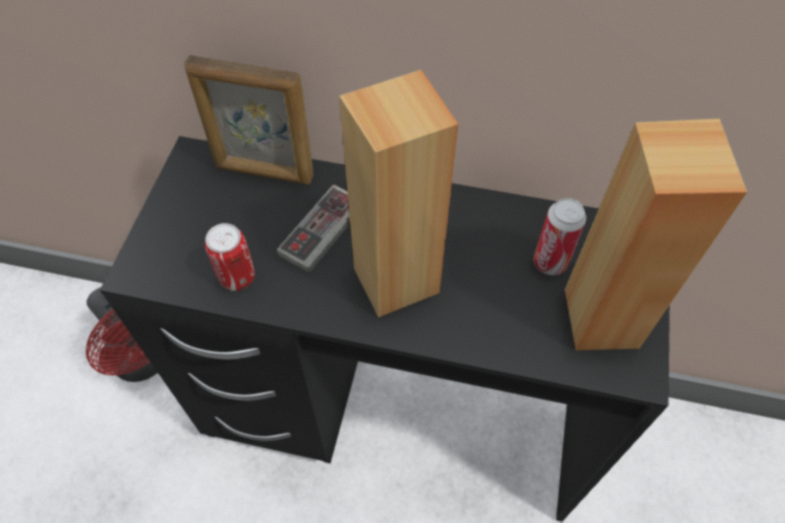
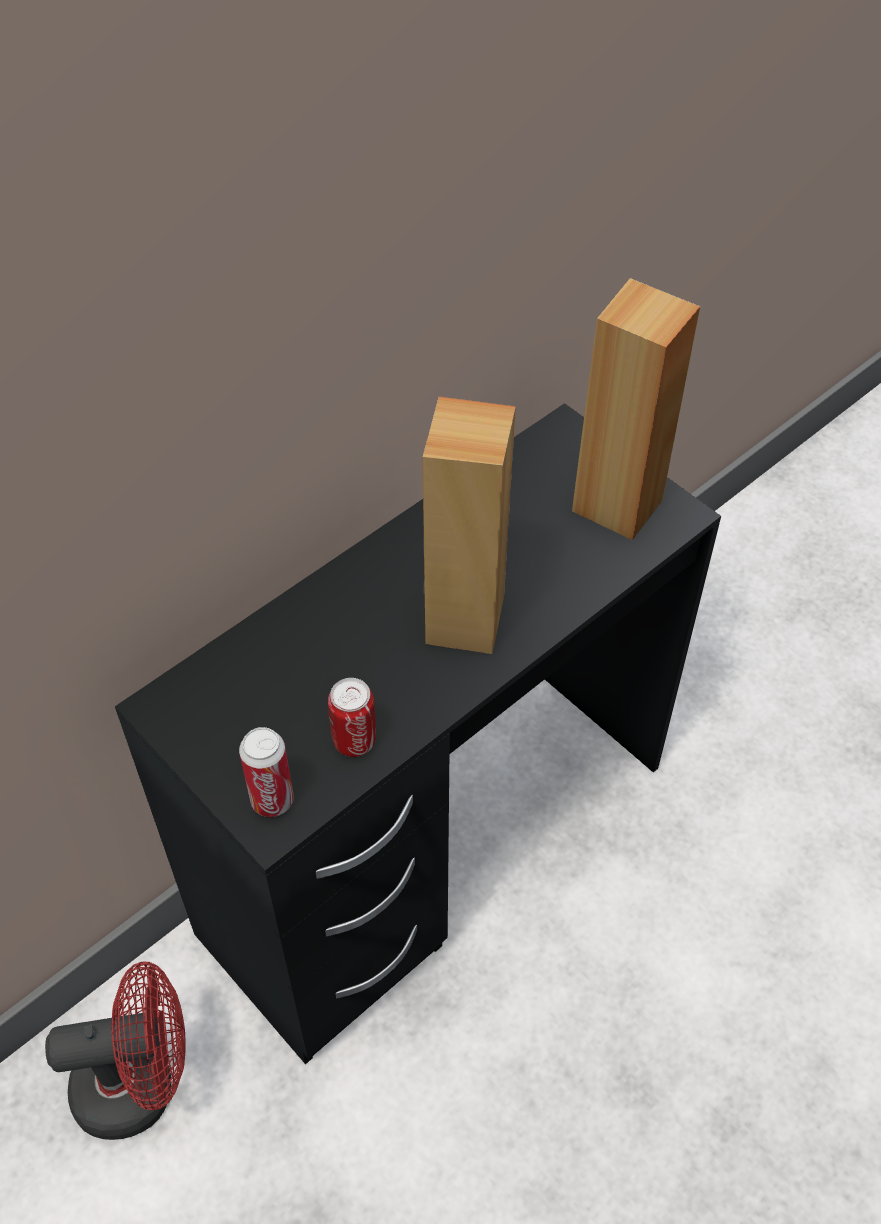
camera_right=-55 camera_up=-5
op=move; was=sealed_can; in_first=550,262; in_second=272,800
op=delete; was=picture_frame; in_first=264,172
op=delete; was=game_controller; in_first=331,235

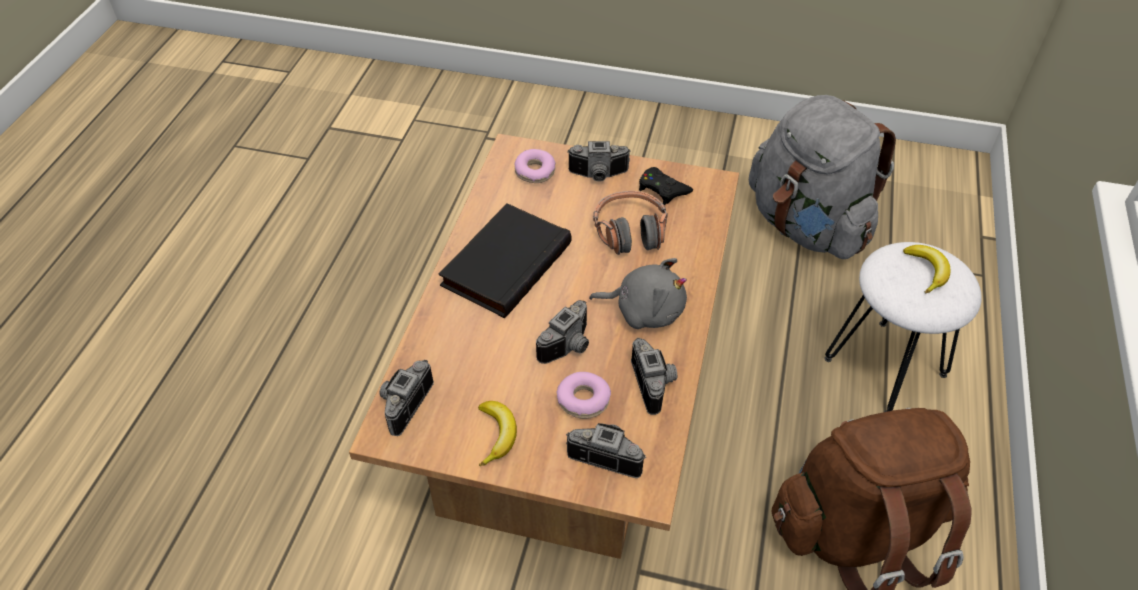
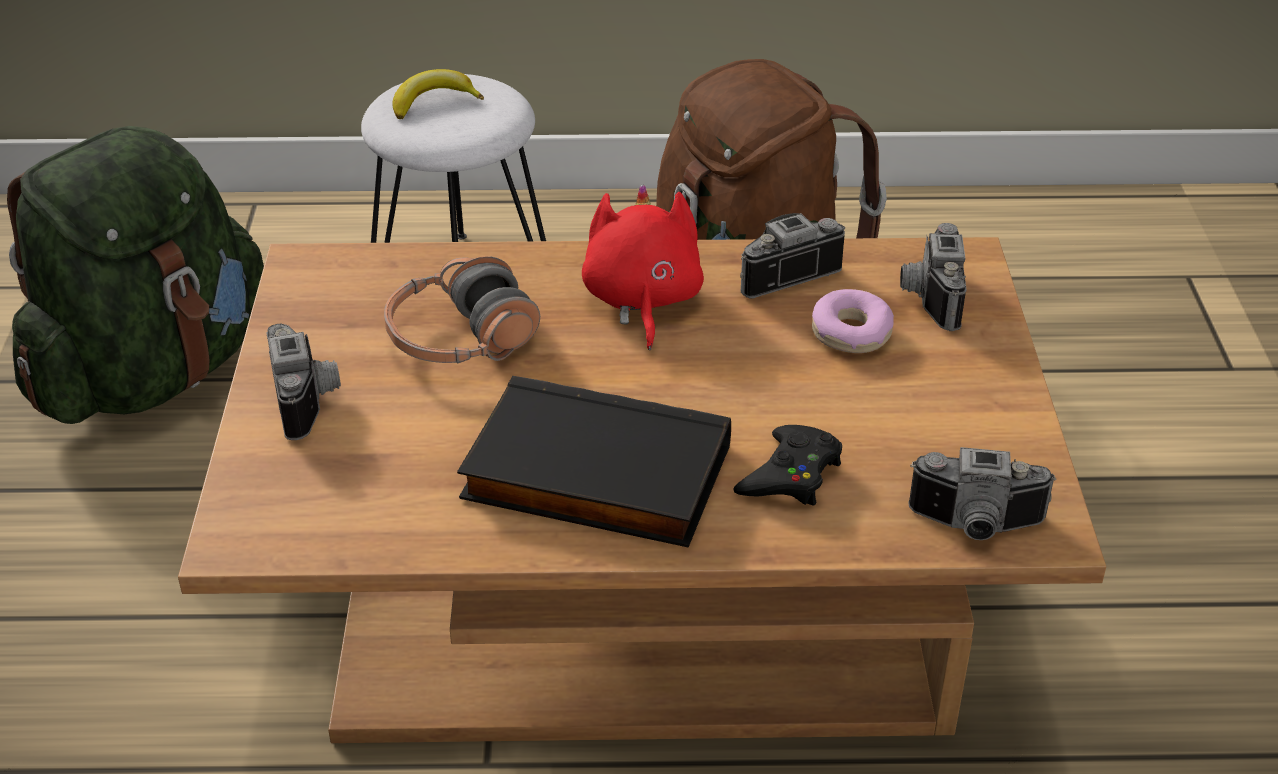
camera_right=-105 camera_up=-10
op=recolor; was=greyish_backpack; now=greenish_backpack; in_first=807,225; in_second=154,373
op=recolor; was=greyish_plush_toy; now=reddish_plush_toy; in_first=644,310; in_second=642,300
op=move; was=black_game_controller; in_first=662,189; in_second=791,475
op=delete; was=whole_banana; in_first=497,434
op=delete; was=doughnut; in_first=535,172
op=delete; was=still_camera; in_first=570,347

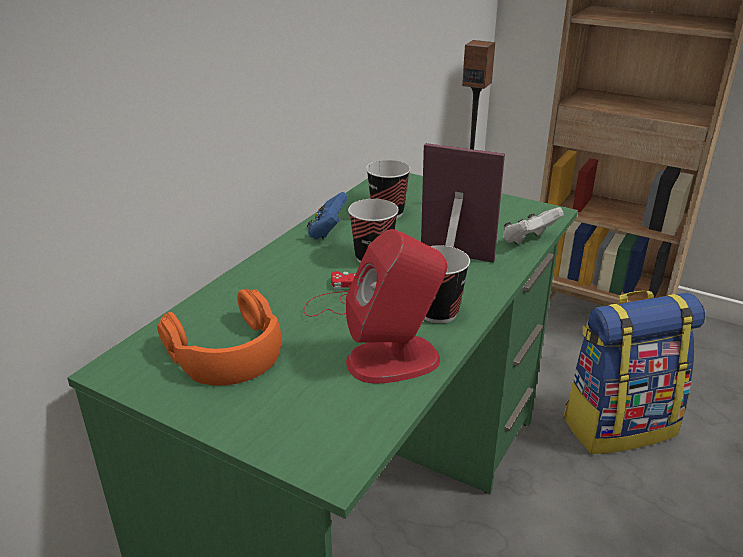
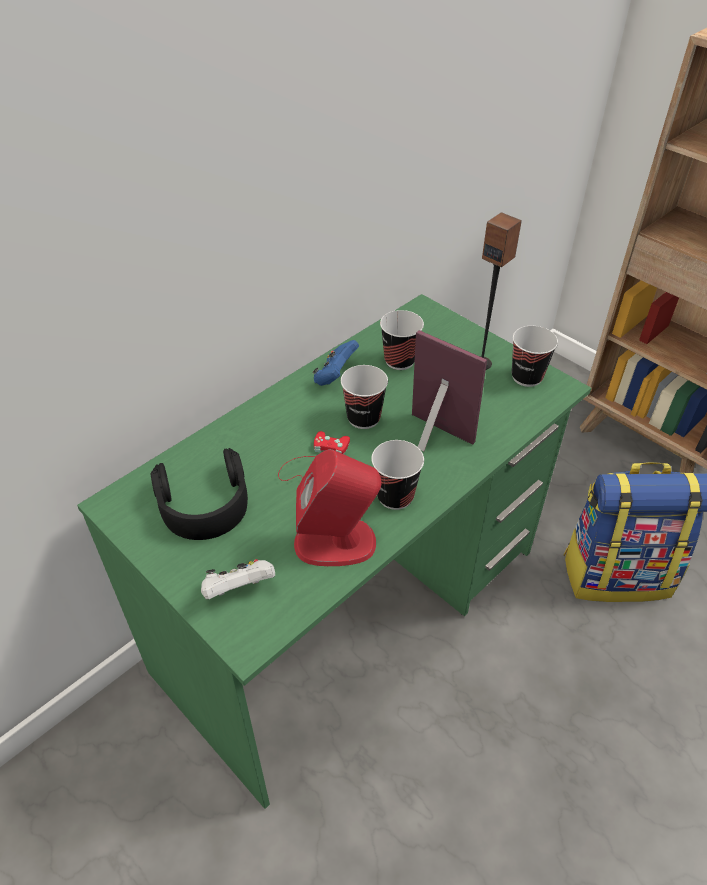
camera_right=15 camera_up=15
op=recolor; was=orangey_headset; now=black_headset; in_first=227,351; in_second=204,504
op=move; was=white-coloured_game_controller; in_first=528,240; in_second=239,589
op=insert; now=drinking_cup; in_second=527,377

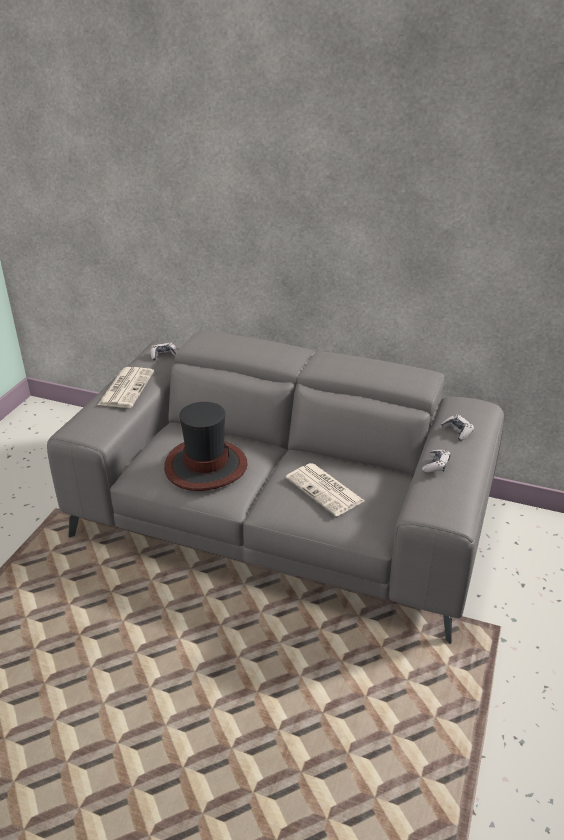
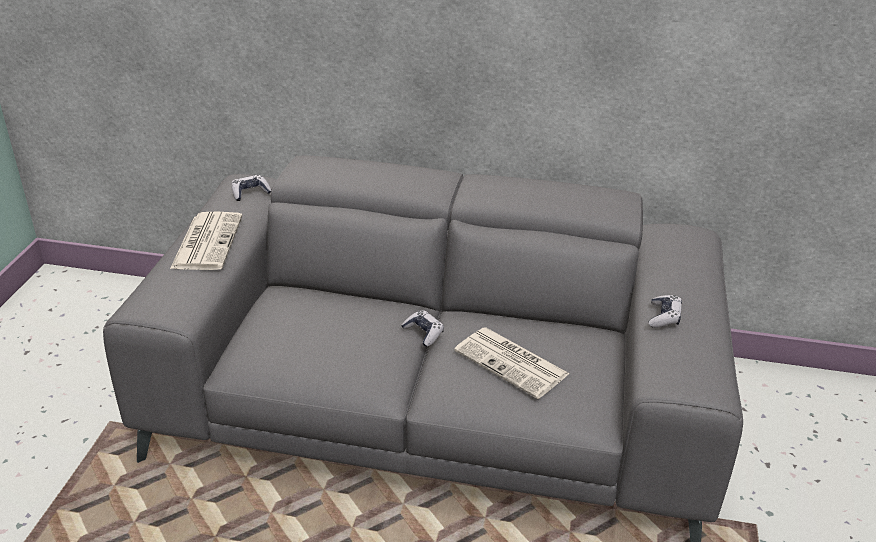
camera_right=-10 camera_up=0
op=move; was=game_controller; in_first=457,431; in_second=423,333
op=delete; was=wearable_hat; in_first=205,466

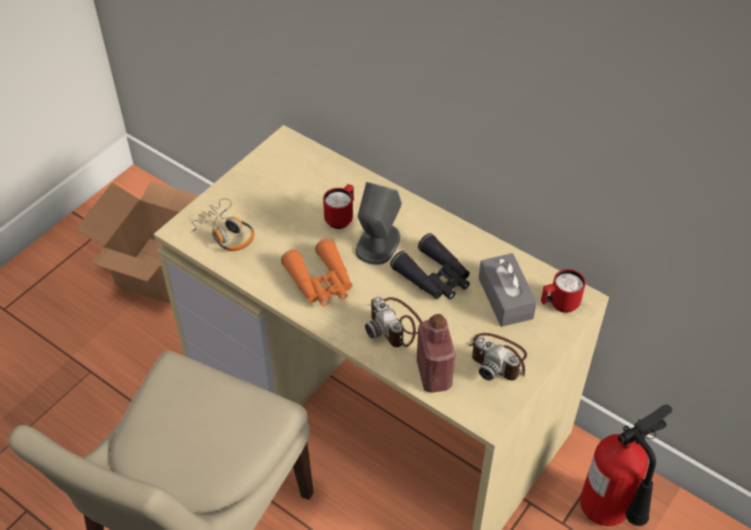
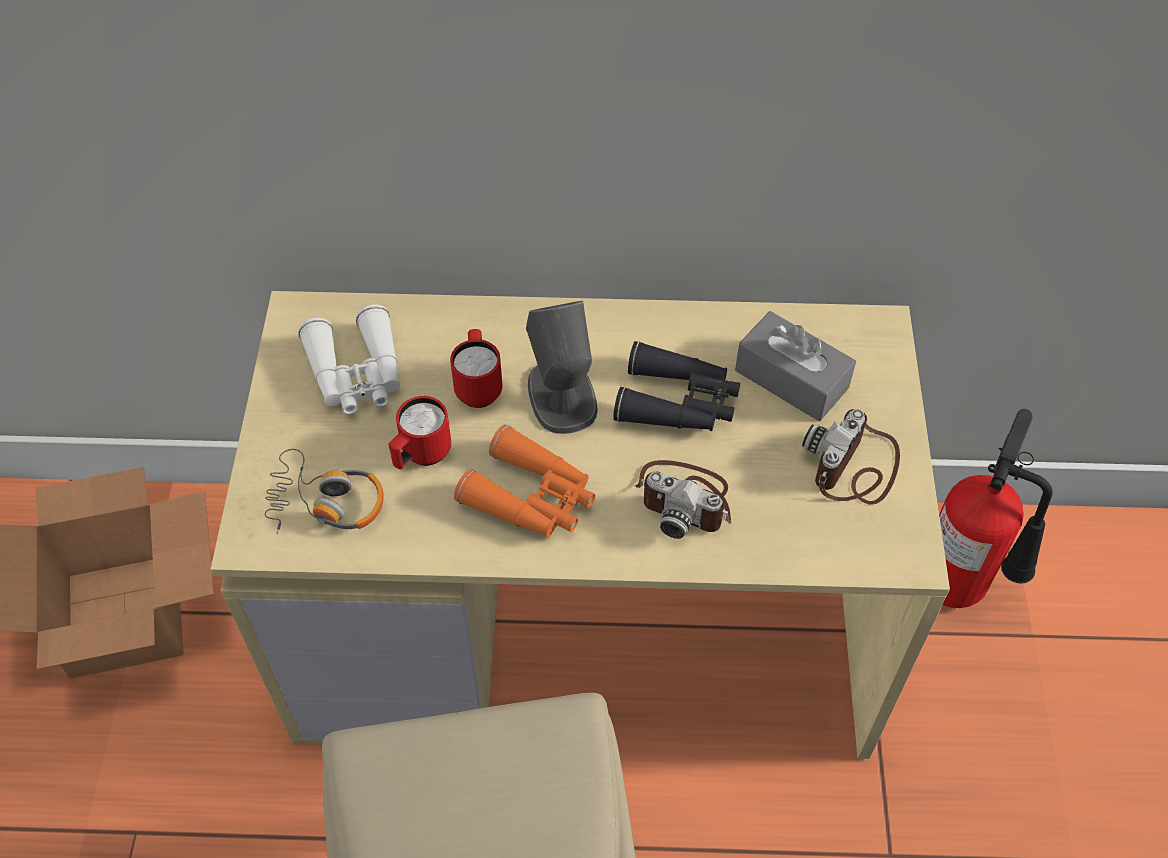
camera_right=-35 camera_up=5
op=insert; now=white-coloured_pair_of_binoculars; in_second=357,374
op=move; was=reddish_tea_mug; in_first=559,304; in_second=421,455
op=rotate; was=still_camera; in_first=498,359; in_second=854,467; clockwise=120
op=delete; was=reddish_beverage_bottle; in_first=433,375

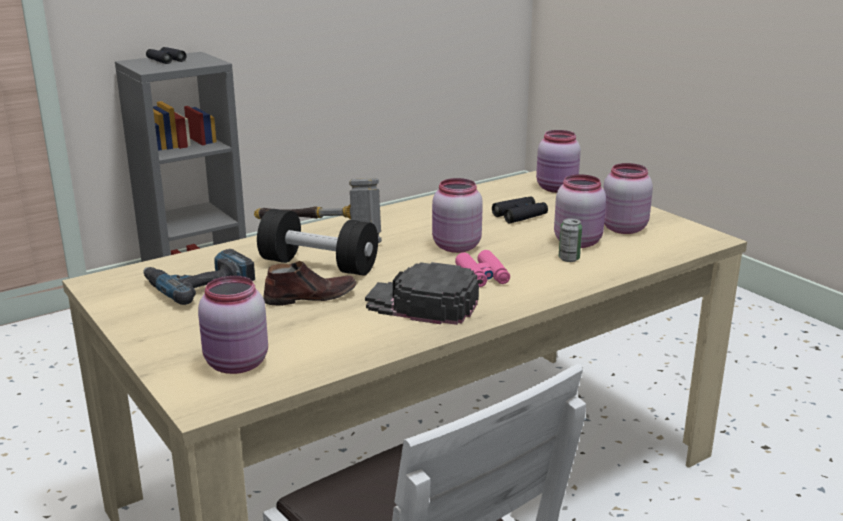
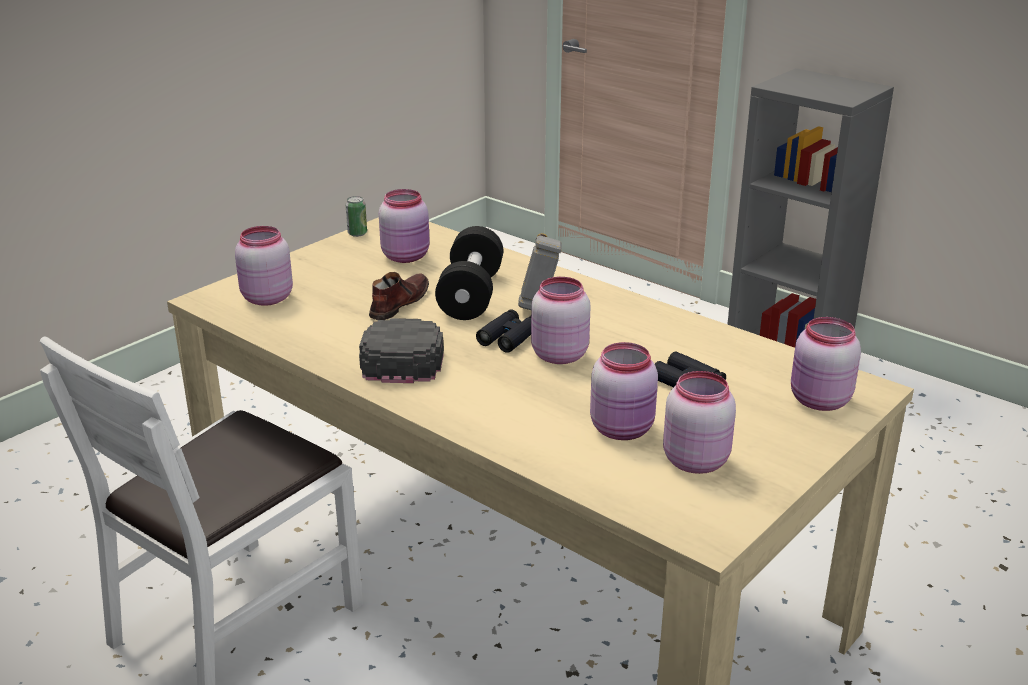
camera_right=75 camera_up=5
op=move; was=sealed_can; in_first=569,259; in_second=357,233
op=rotate; was=brown_item_of_footwear; in_first=310,297; in_second=398,303; clockwise=-120
op=replace; was=power_drill; now=pinkish_storage_jar; in_first=199,284; in_second=407,256
op=move; was=black_pair_of_binoculars; in_first=166,60; in_second=509,337
op=delete; was=pinkish_pair_of_binoculars; in_first=482,276

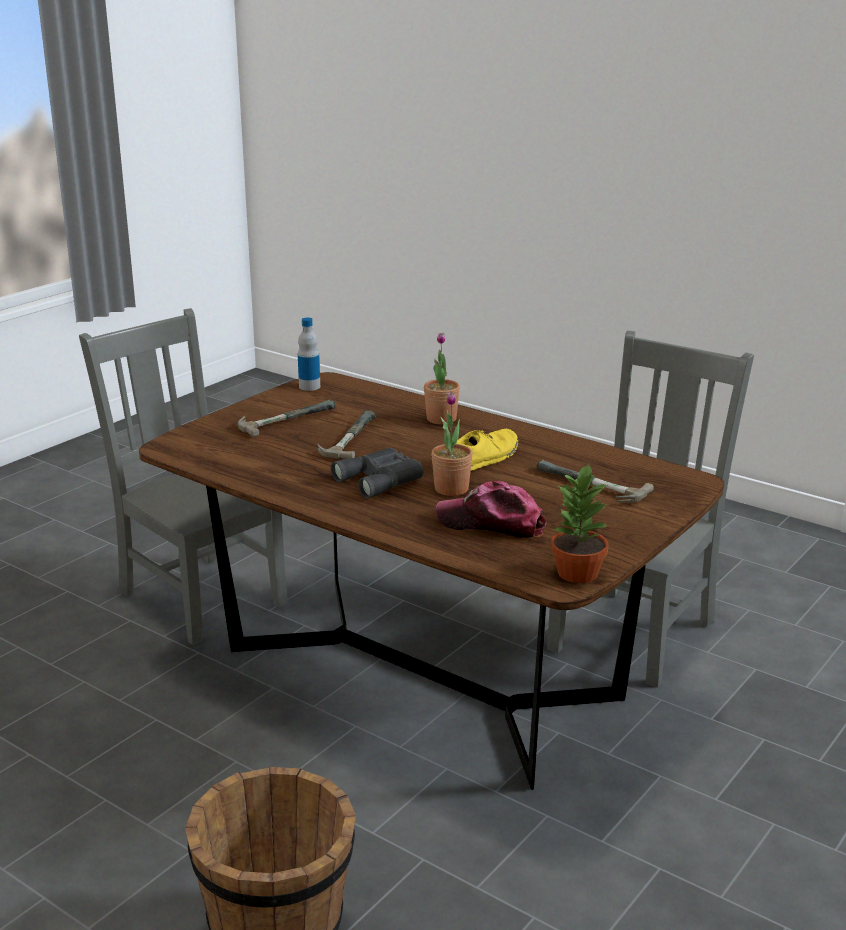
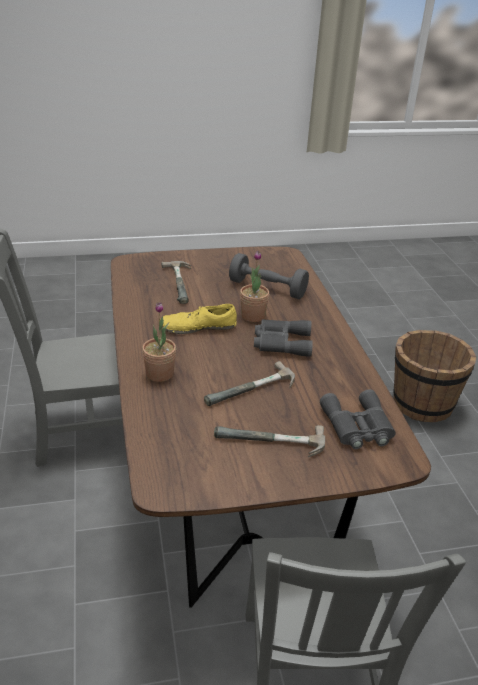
camera_right=-140 camera_up=10
op=replace; was=baseball_cap; now=greyish_free_weight; in_first=491,523; in_second=267,288
op=insert; now=greyish_pair_of_binoculars; in_second=357,427
op=delete; was=beverage_bottle; in_first=309,387
op=delete; was=plant_in_a_pot; in_first=576,573

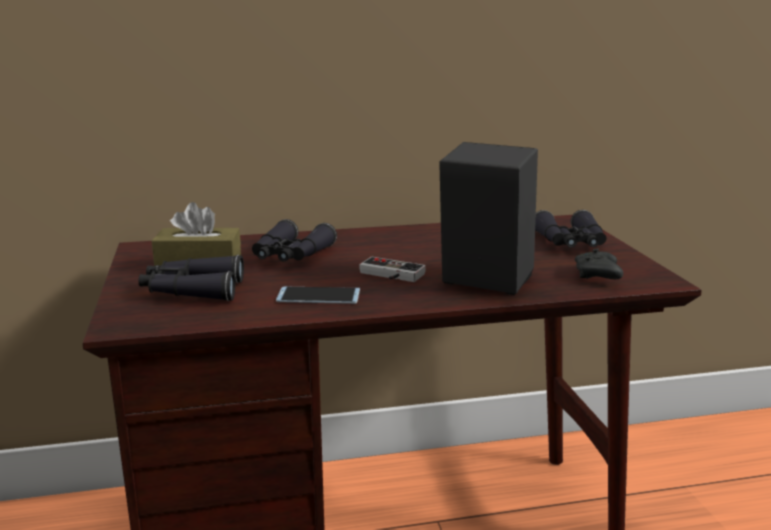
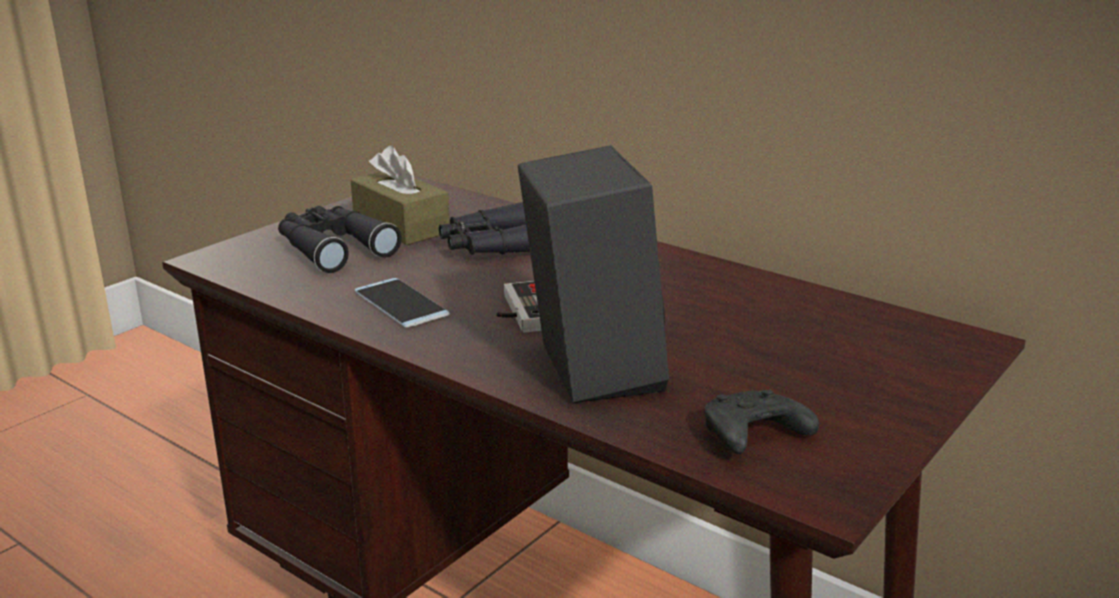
camera_right=50 camera_up=5
op=delete; was=black_pair_of_binoculars; in_first=570,243

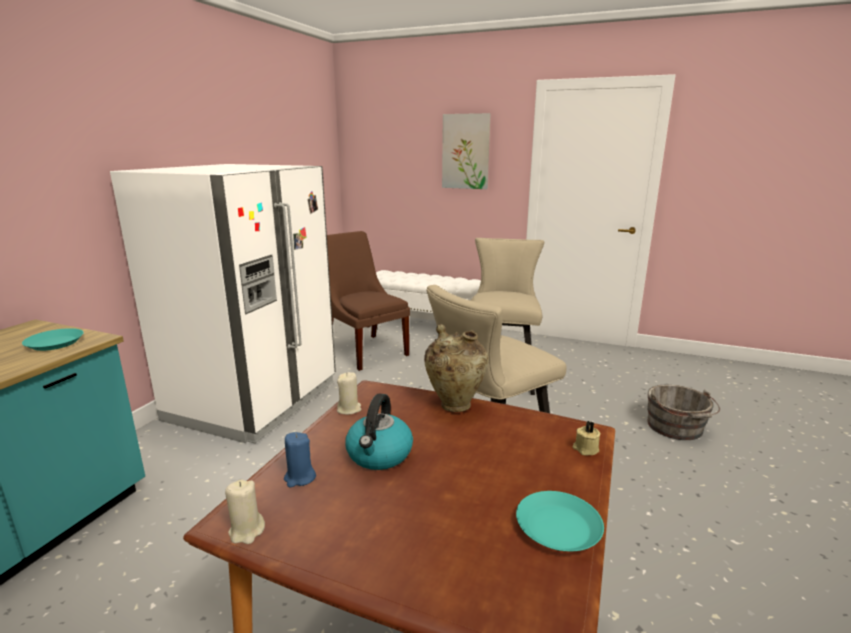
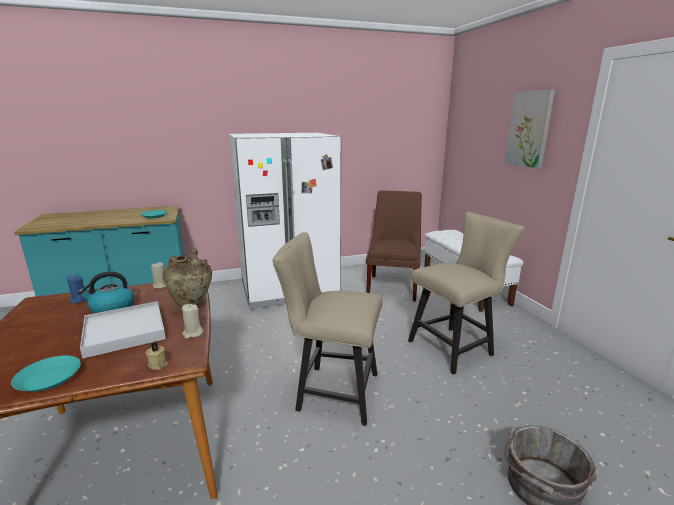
camera_right=50 camera_up=0
op=insert; now=white-coloured_carrying_tray; in_second=125,331
op=move; was=sand-coloured_candle; in_first=247,531; in_second=193,333

